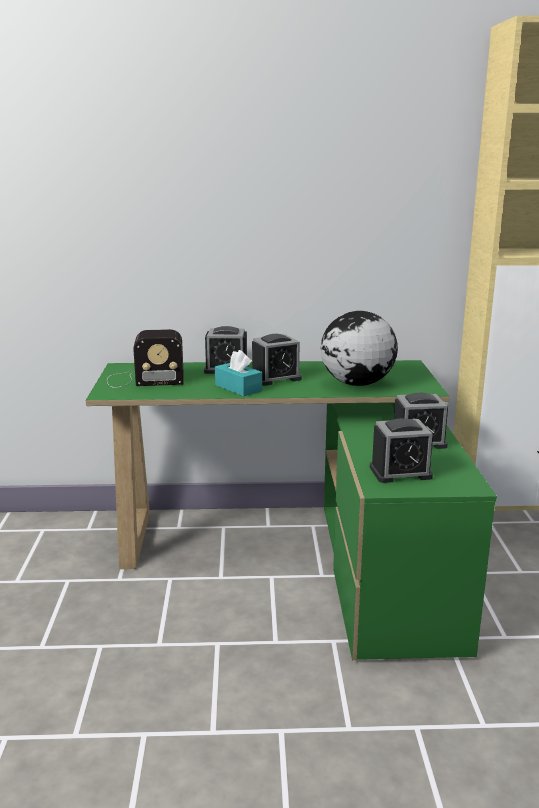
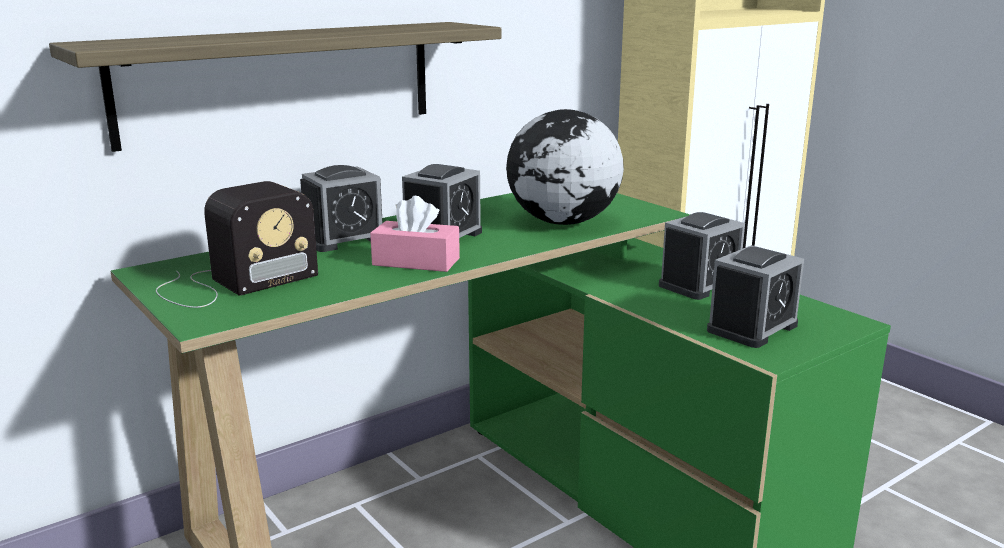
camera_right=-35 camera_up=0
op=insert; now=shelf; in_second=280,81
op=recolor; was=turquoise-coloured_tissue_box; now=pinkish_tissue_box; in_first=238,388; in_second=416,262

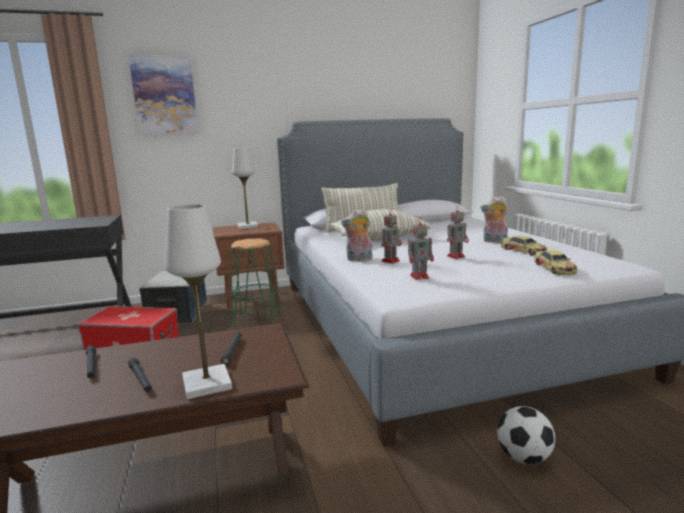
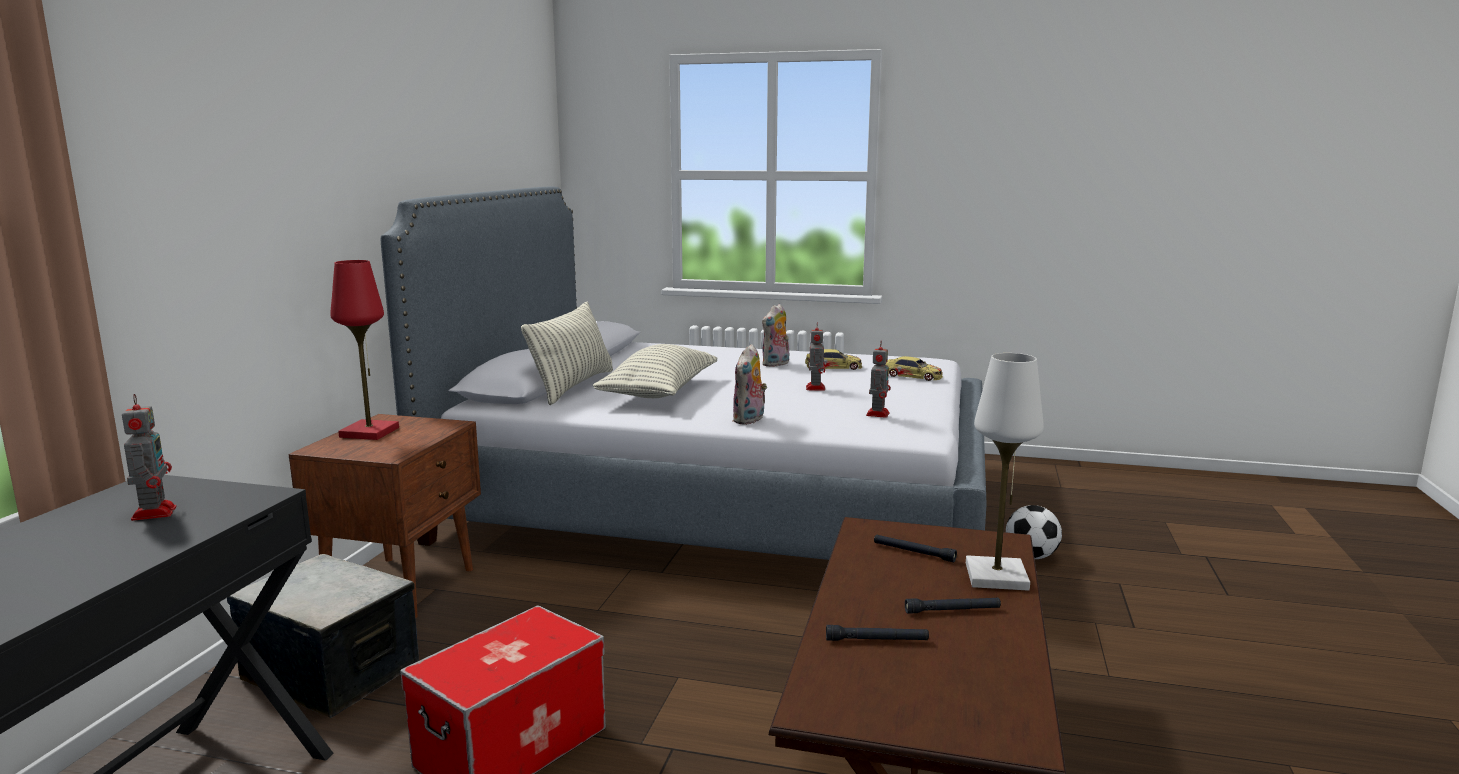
camera_right=-60 camera_up=0
op=move; was=model_robot; in_first=391,261; in_second=154,512
op=recolor; was=white-coloured_tabletop_lamp; now=reddish_tabletop_lamp; in_first=247,226; in_second=370,432
op=delete; was=wall_art; in_first=165,96
op=delete; was=greenish_stool_seat; in_first=257,323

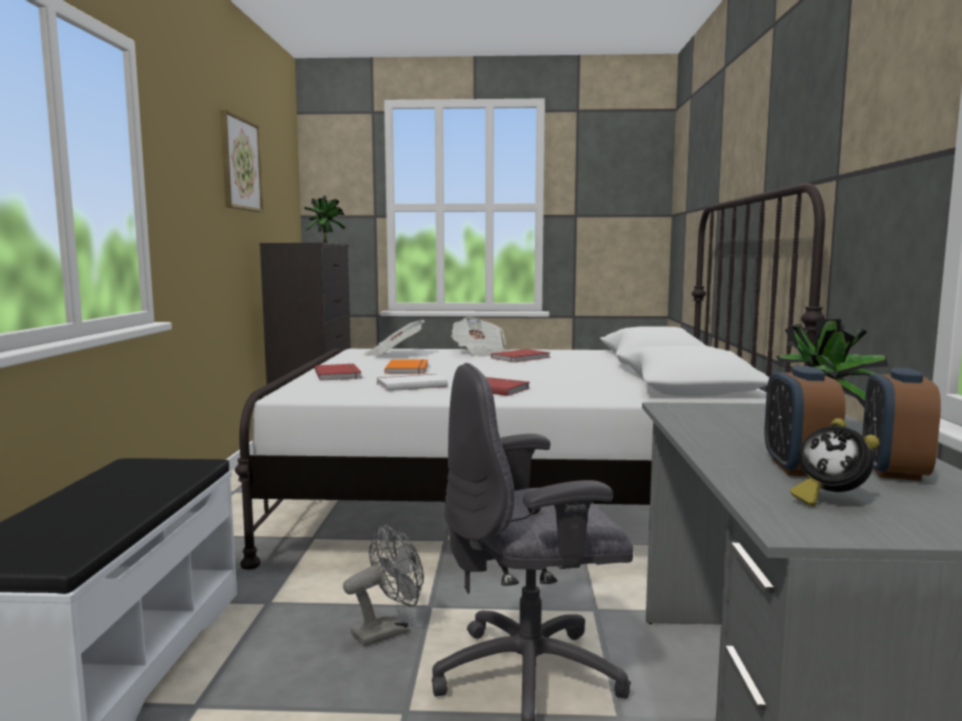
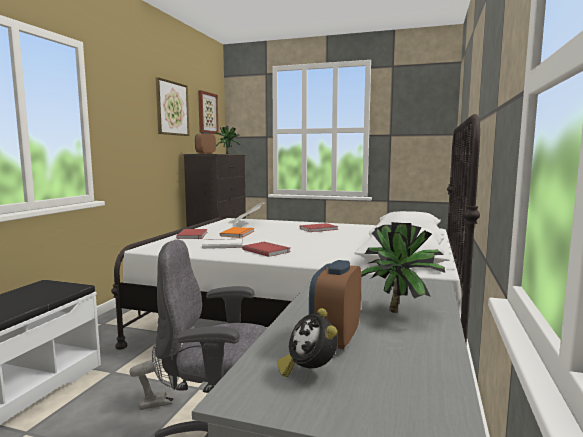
camera_right=15 camera_up=0
op=move; was=bedside_clock; in_first=893,471; in_second=205,153
op=insert; now=wall_art; in_second=207,113
op=delete; was=printed_paper; in_first=478,352

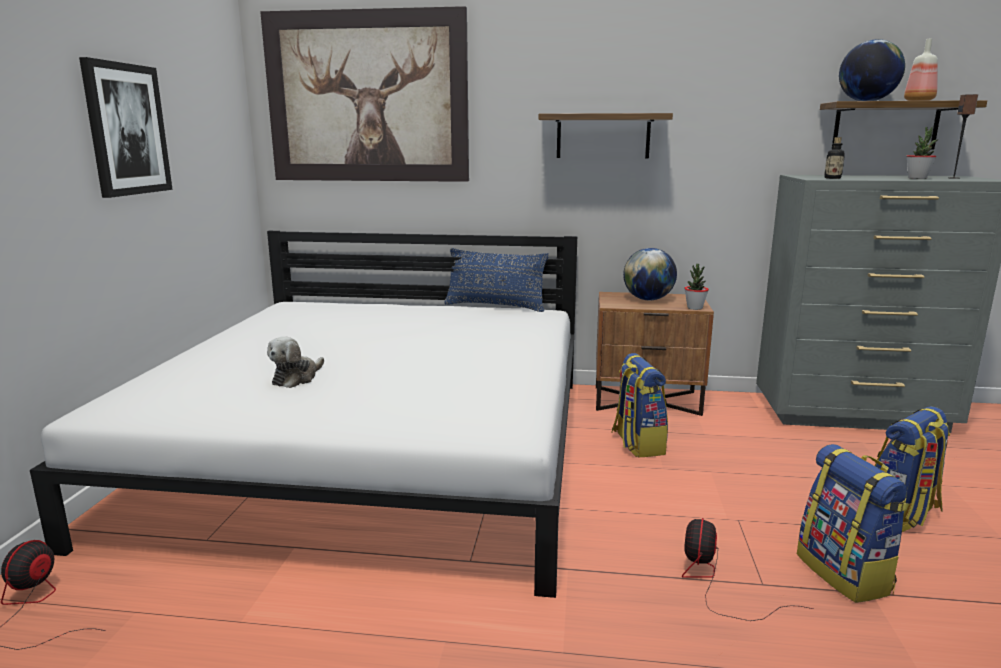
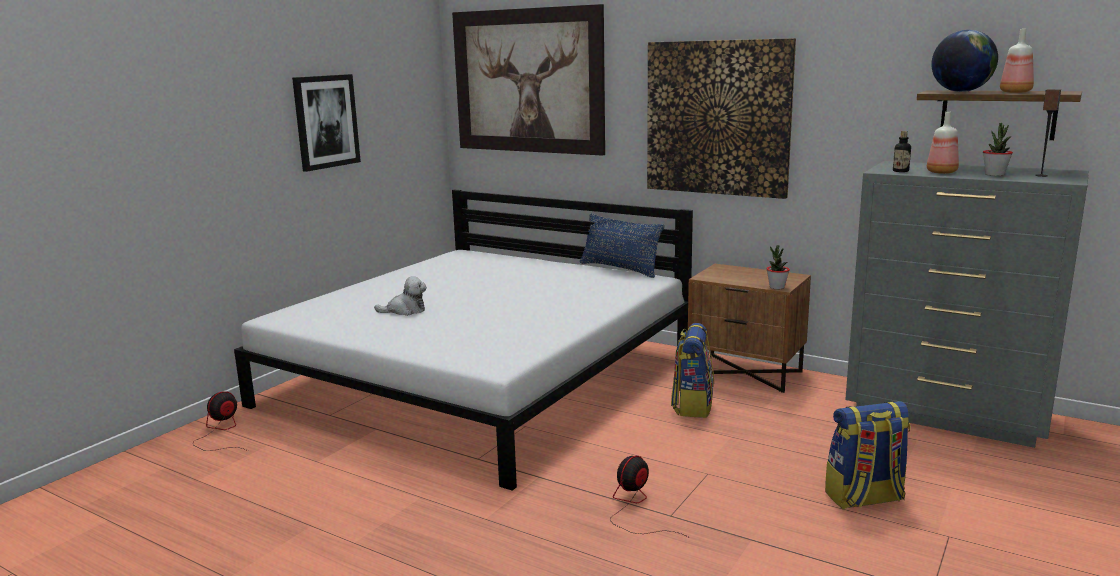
camera_right=25 camera_up=0
op=rotate; was=plush_toy; in_first=296,378; in_second=405,311; clockwise=-150
op=replace; was=shelf; now=wall_art; in_first=603,136; in_second=717,118
op=insert; now=beverage_bottle; in_second=940,172
op=delete; was=world_globe; in_first=648,299
op=delete; was=backpack; in_first=845,574

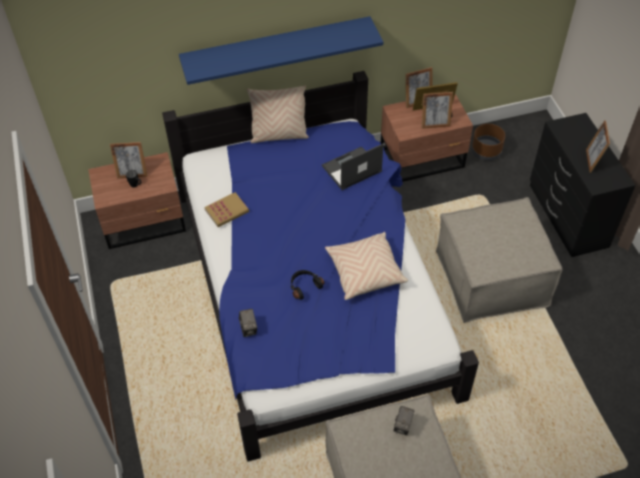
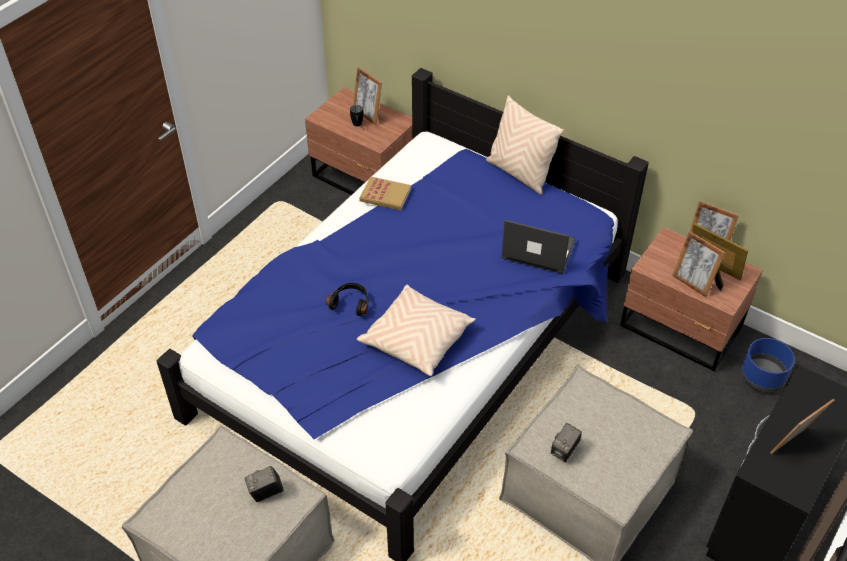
camera_right=50 camera_up=-5
op=move; was=still_camera; in_first=248,328; in_second=564,451
op=recolor; was=brown_plant_pot; now=bluish_plant_pot; in_first=486,151; in_second=762,378
op=delete; was=bluish_shelf; in_first=277,48

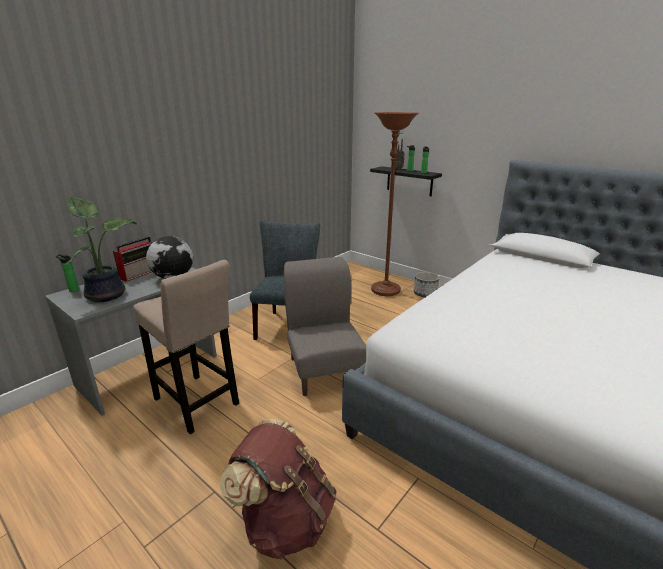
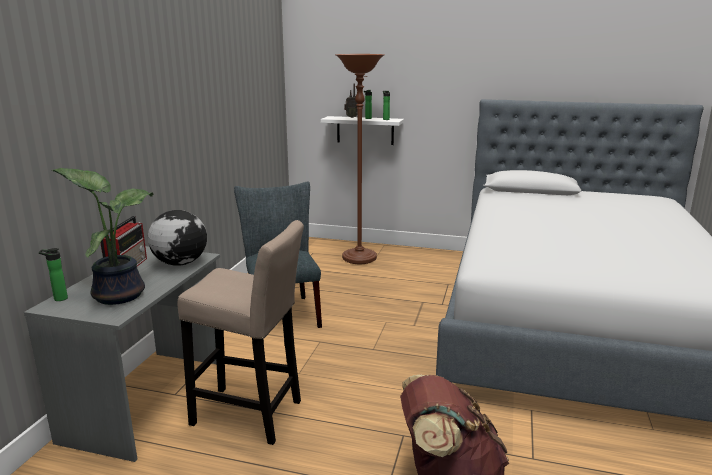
camera_right=-25 camera_up=-5
op=recolor; was=black_shelf; now=white-coloured_shelf; in_first=409,181; in_second=365,130
op=delete; was=greyish_upright_chair; in_first=324,370
op=delete; was=plant_pot; in_first=425,294

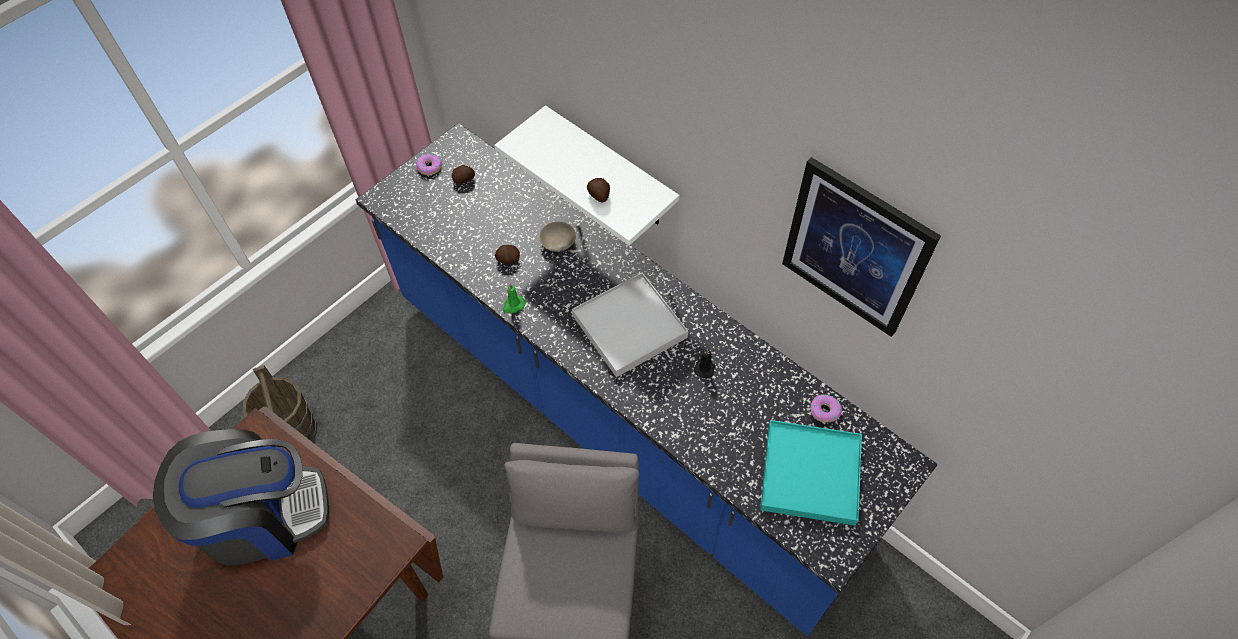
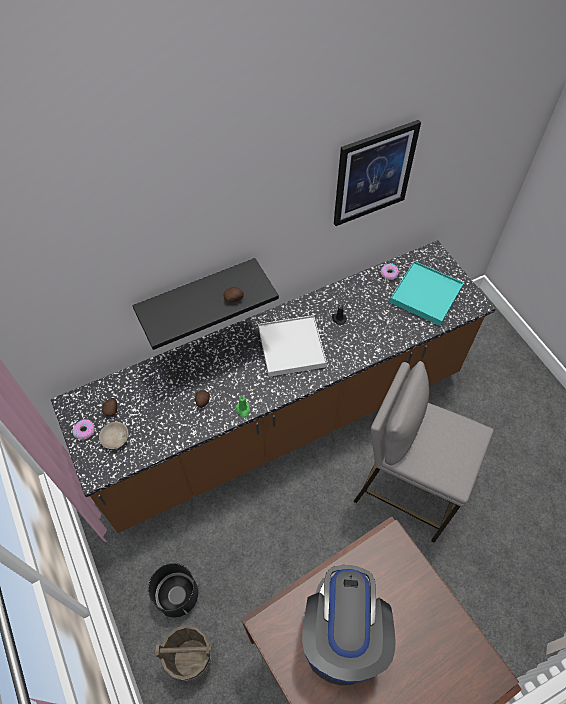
camera_right=-70 camera_up=0
op=recolor; was=bluish_kitchen_base_unit; now=brown_kitchen_base_unit; in_first=621,419; in_second=283,421
op=move; was=sand-coloured_serving_bowl; in_first=558,241; in_second=115,438
op=recolor; was=white-coloured_shelf; now=black_shelf; in_first=610,170; in_second=197,295
op=insert; now=black_plant_pot; in_second=176,595

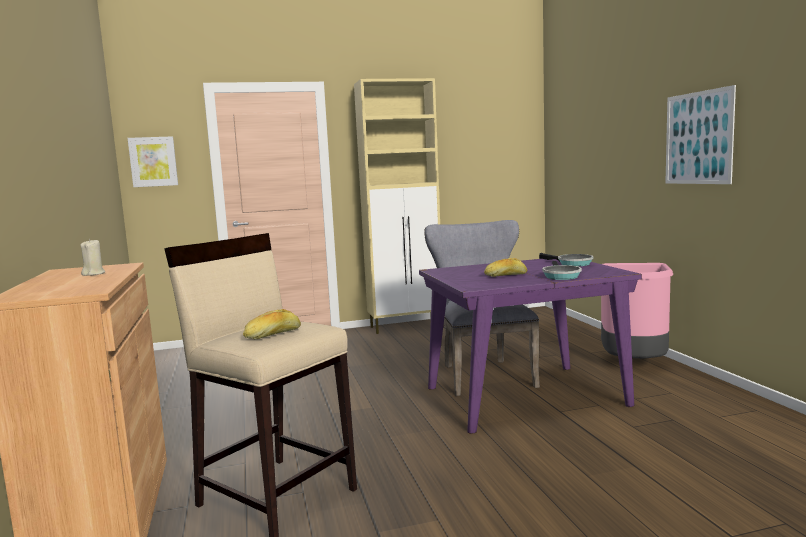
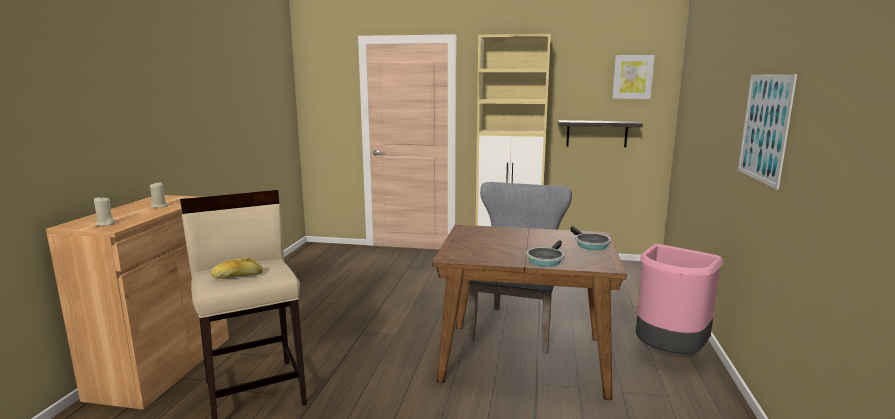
camera_right=25 camera_up=5
op=insert; now=sand-coloured_candle; in_second=105,224
op=recolor; was=purple_kitchen_table; now=brown_kitchen_table; in_first=523,397; in_second=522,359
op=insert; now=shelf; in_second=596,133
op=move; was=wall_art; in_first=153,161; in_second=632,77
op=delete; was=baked_bread; in_first=505,275

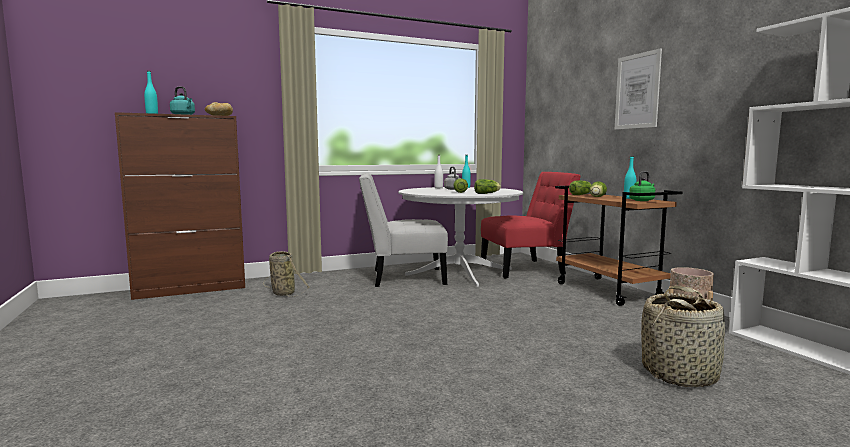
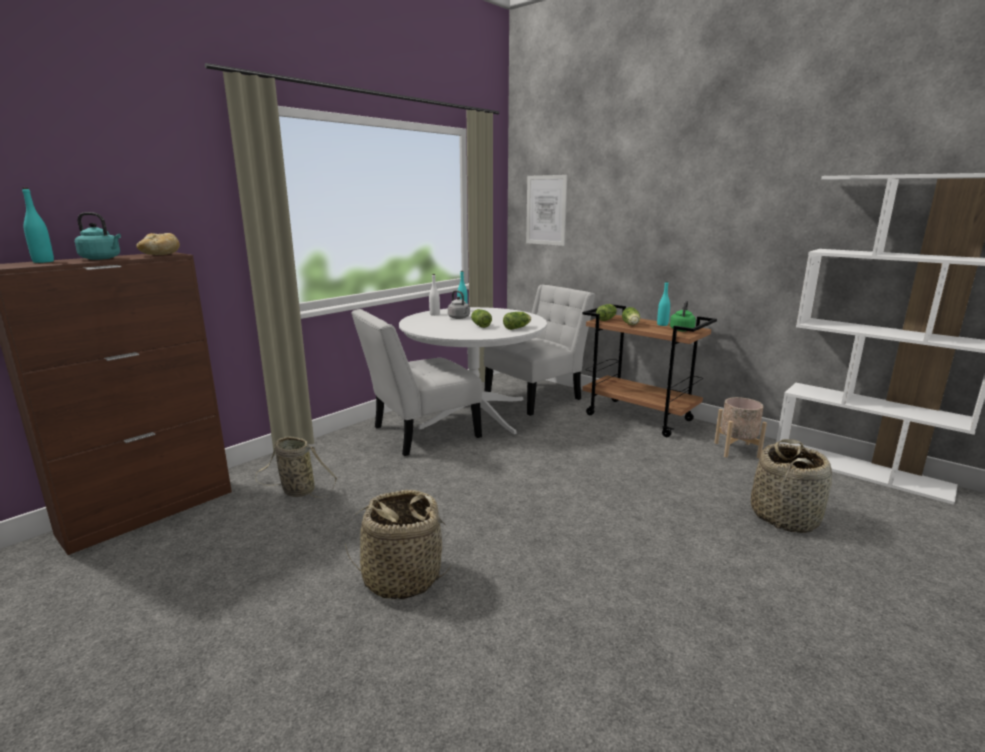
camera_right=-25 camera_up=10
op=insert; now=household_basket; in_second=401,578
op=recolor; was=reddish_upright_chair; now=white-coloured_upright_chair; in_first=526,269; in_second=537,397
op=move; was=wall_art; in_first=637,91; in_second=546,210

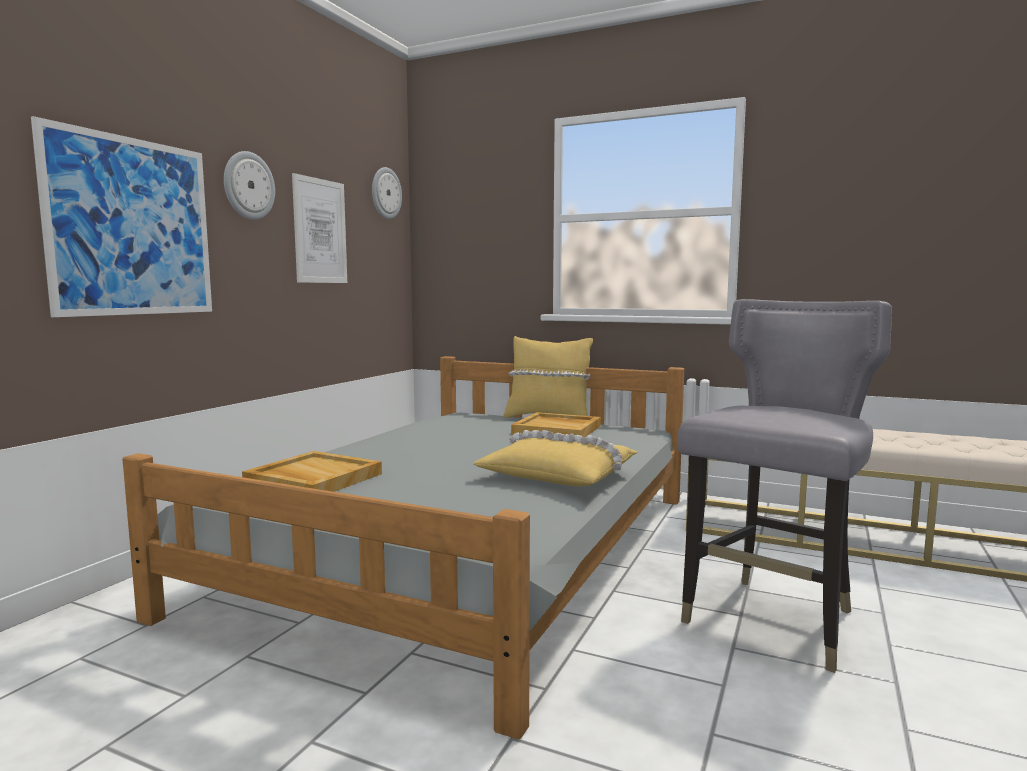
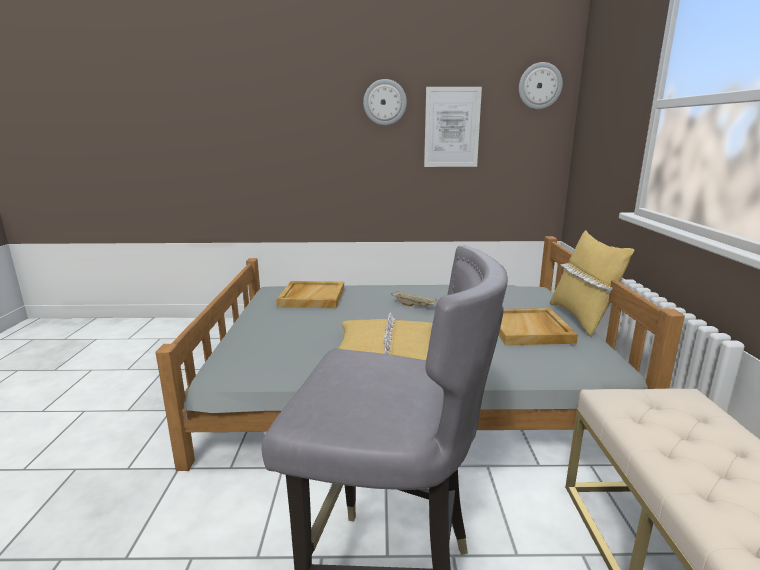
camera_right=65 camera_up=10
op=insert; now=sand-coloured_carrying_tray; in_second=414,306
op=delete; was=wall_art; in_first=132,227

